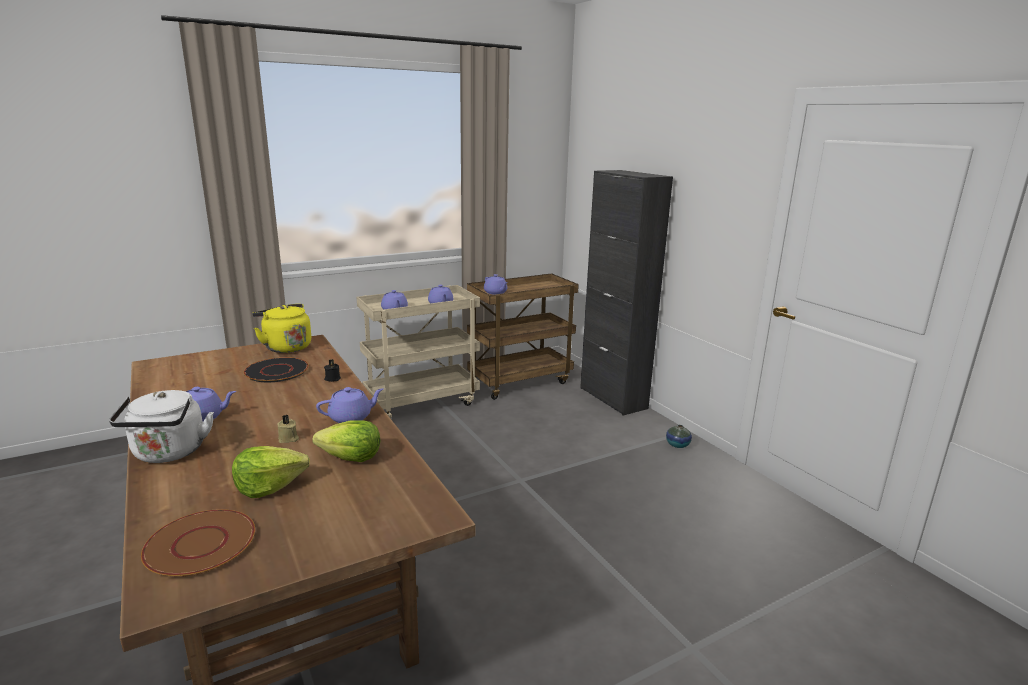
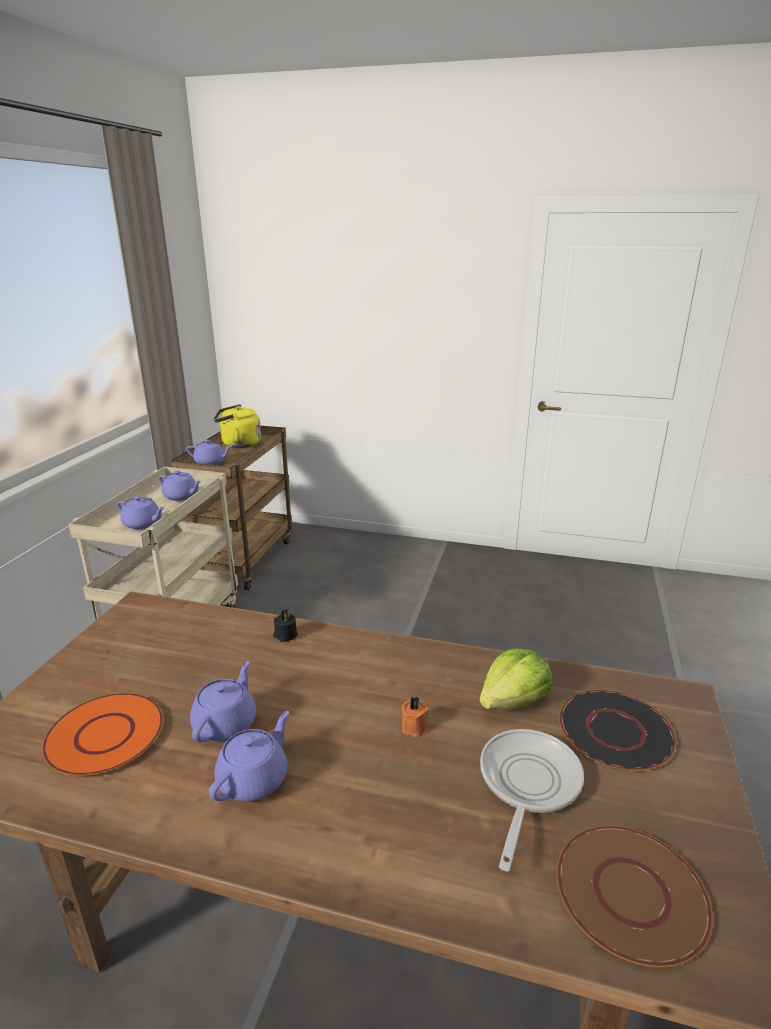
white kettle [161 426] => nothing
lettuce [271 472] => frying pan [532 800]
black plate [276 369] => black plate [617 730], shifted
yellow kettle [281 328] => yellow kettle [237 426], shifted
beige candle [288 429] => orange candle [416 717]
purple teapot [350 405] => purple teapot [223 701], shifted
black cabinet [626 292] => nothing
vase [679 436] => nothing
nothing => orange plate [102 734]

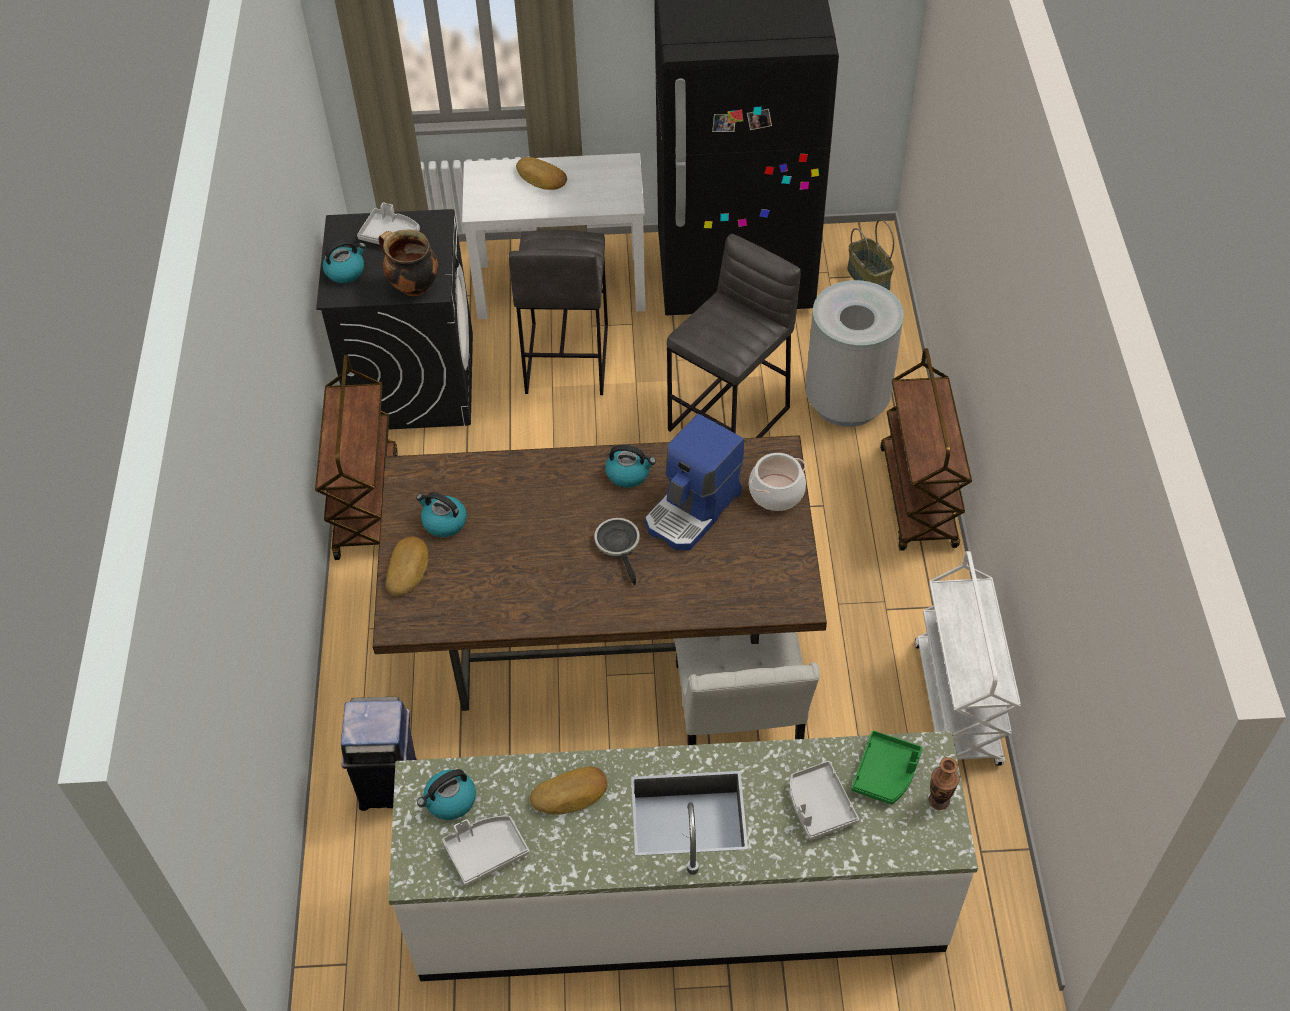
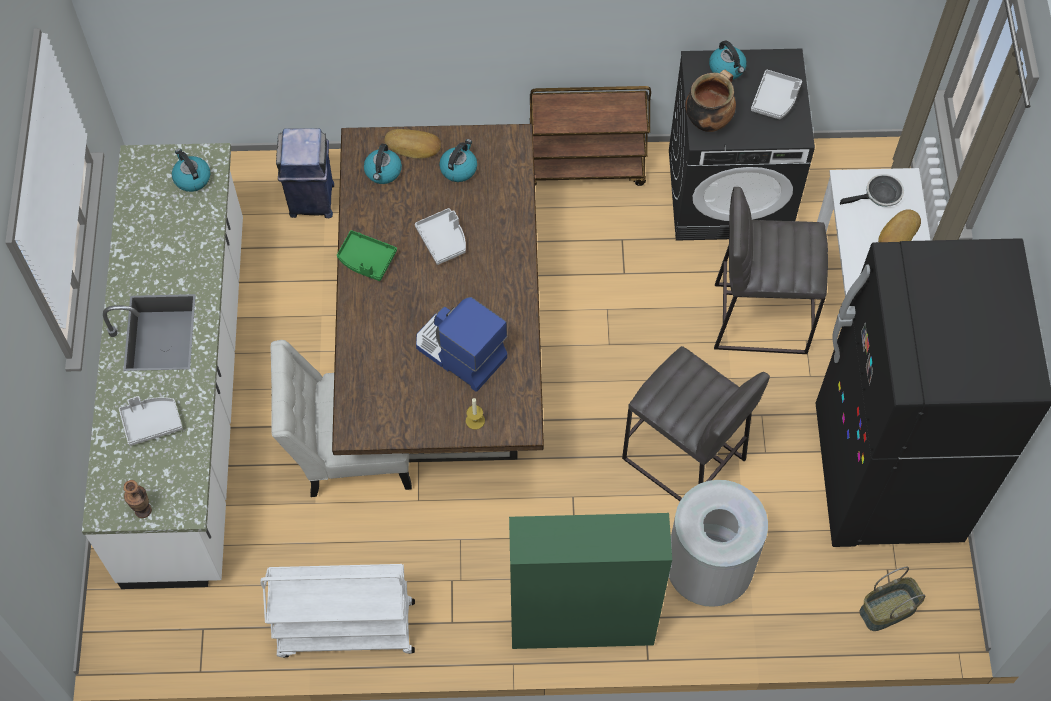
grey tray [485 851] => grey tray [440 236], shifted
bread [568 790] => nothing
frying pan [617 551] => frying pan [872 190], shifted
kettle [630 466] => kettle [383 164], shifted
cooking pot [777 482] => candle [475 414]
green tray [886 768] => green tray [367 255], shifted
brown cart [926 449] => green cabinet [590 581]

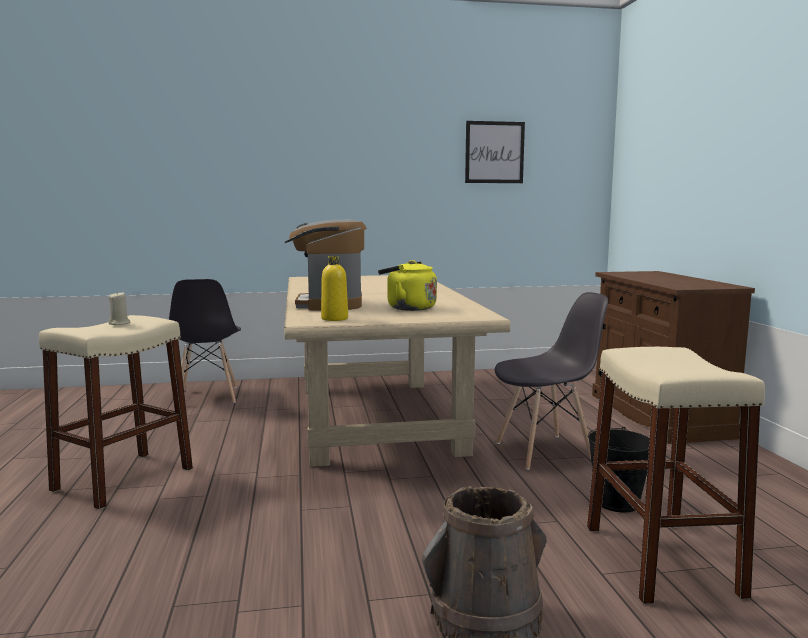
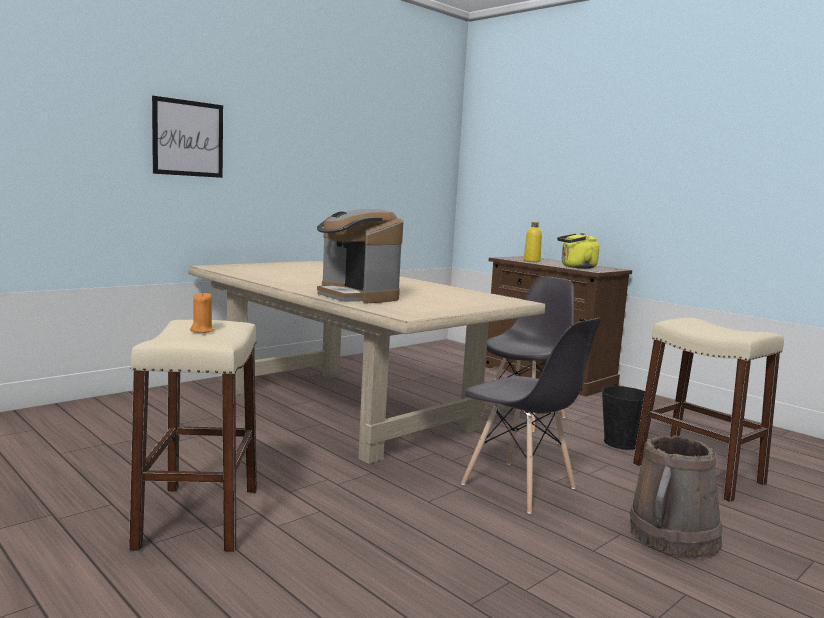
beige candle [119 308] => orange candle [202 312]
grey chair [205 341] => grey chair [531 416], shifted
yellow bottle [334 288] => yellow bottle [533 242], shifted
yellow kettle [407 285] => yellow kettle [578 251], shifted
picture [495 152] => picture [187 137], shifted

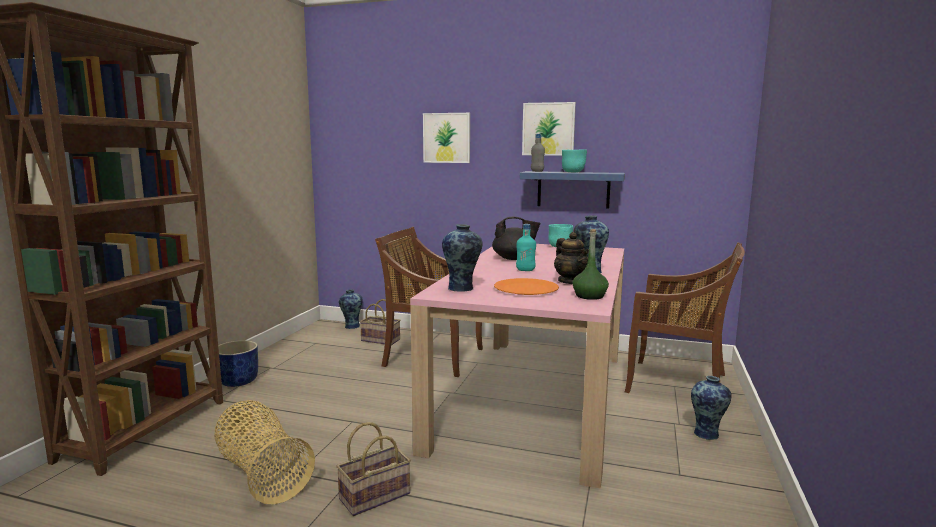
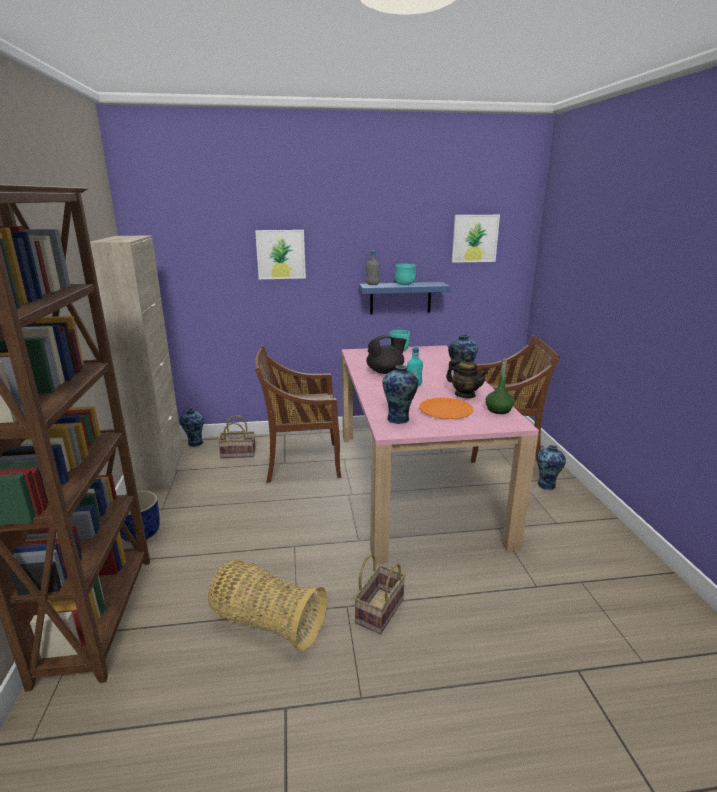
picture [549 129] => picture [476 239], shifted
nothing => beige cabinet [136 363]

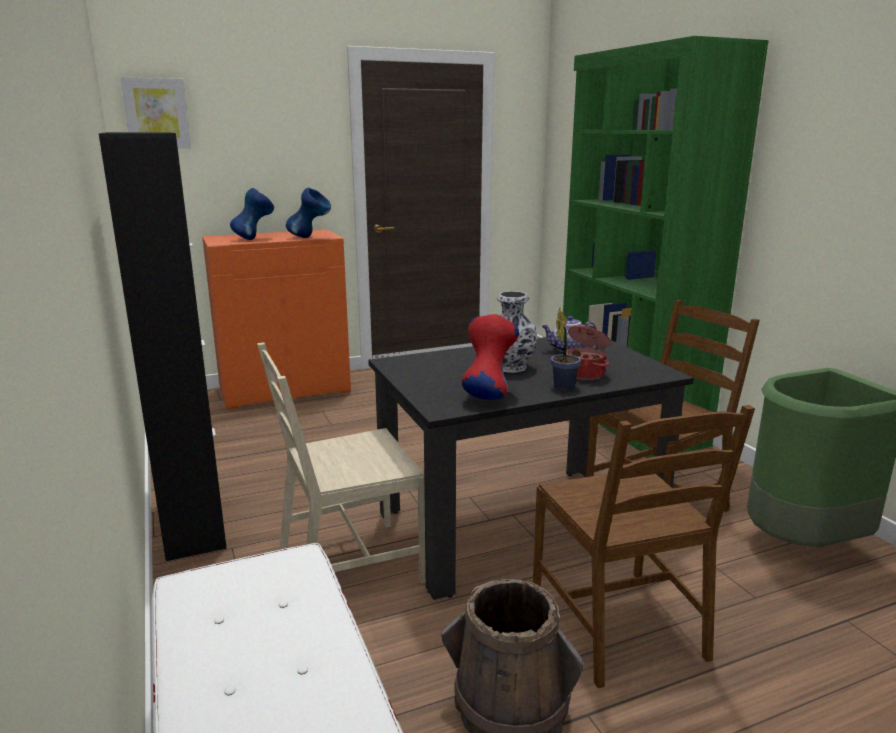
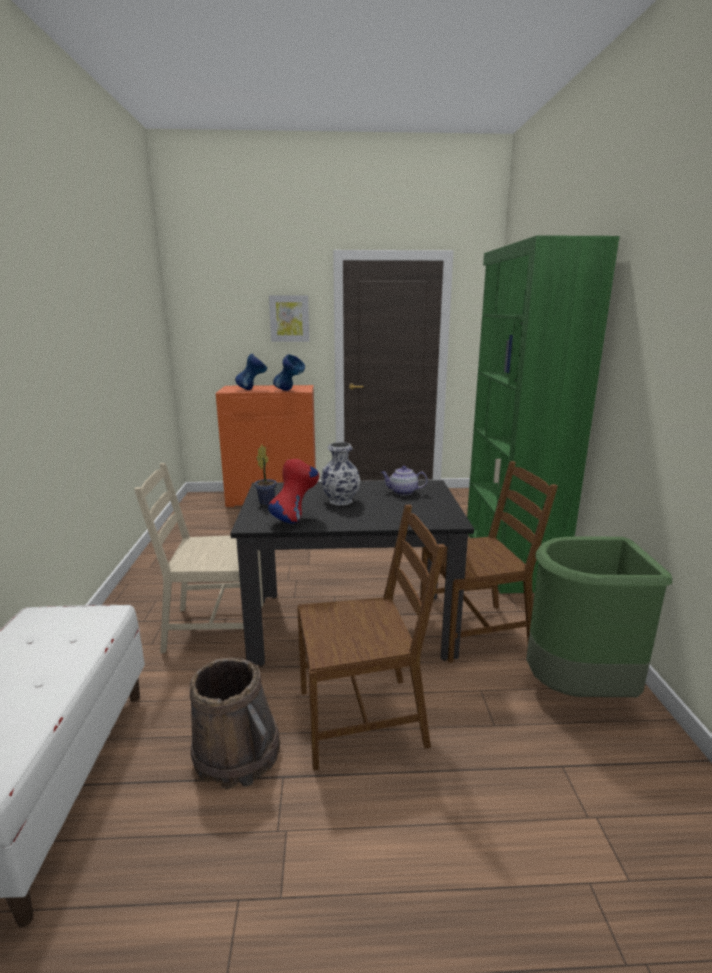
black cabinet [163 346] => nothing
picture [156 112] => picture [289 318], shifted
brown chair [644 546] => brown chair [371 637], 105 degrees counterclockwise
potted plant [566 348] => potted plant [266 475], shifted
cooking pot [588 353] => nothing

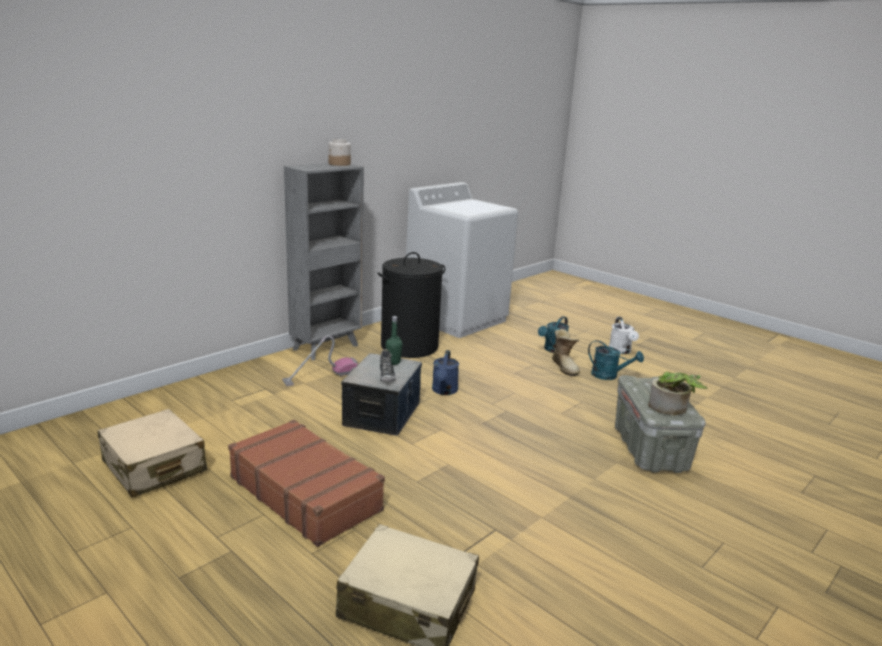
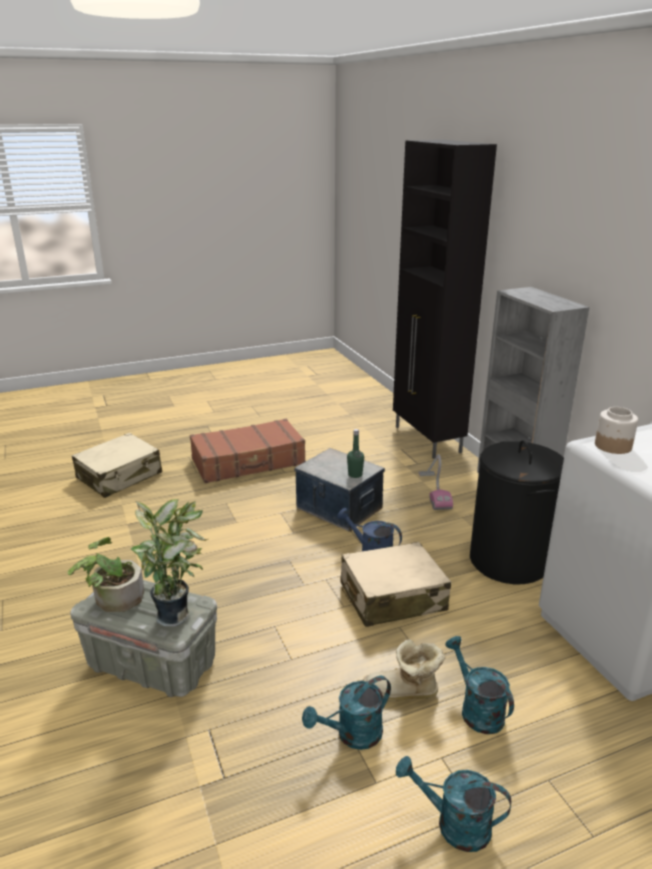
beige suitcase [152 453] => beige suitcase [395 584], shifted
jar [339 152] => jar [616 430], shifted
shoe [388 365] => nothing
white watering can [624 335] => turquoise watering can [453 804]
nothing => potted plant [169 562]
nothing => black cabinet [445 299]

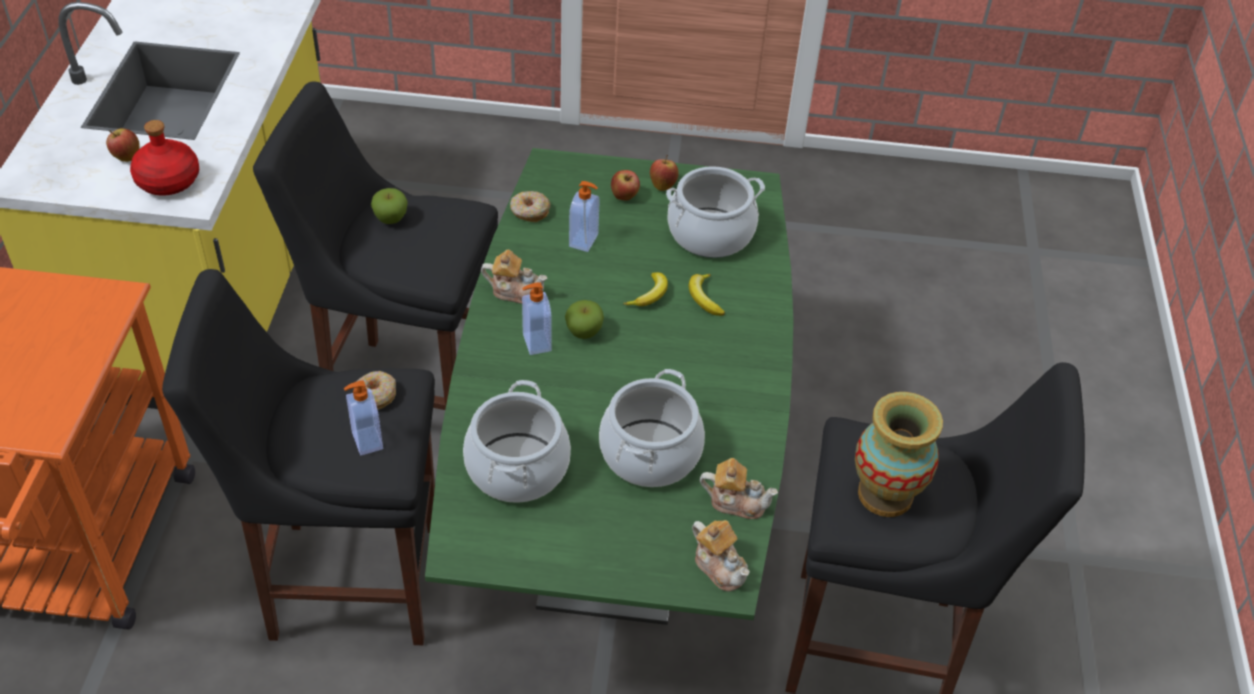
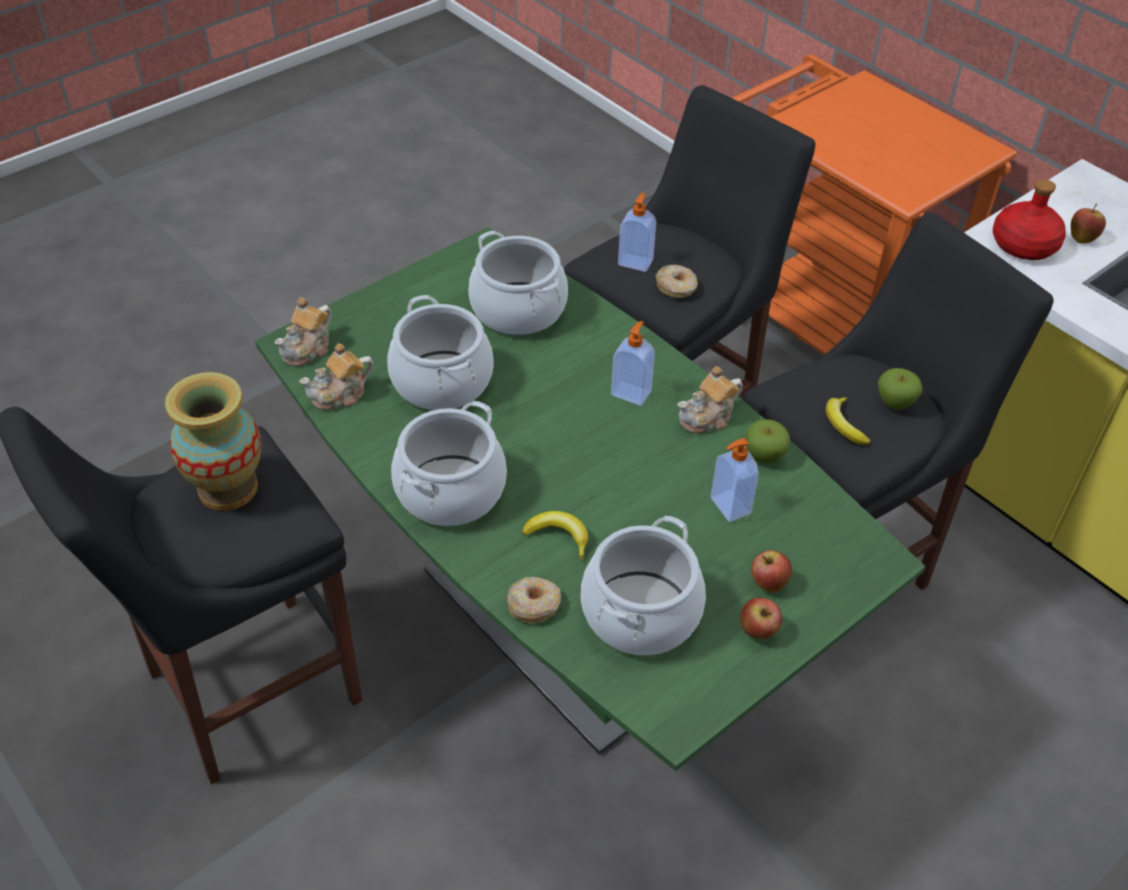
donut [530 206] => donut [533 600], shifted
apple [584 319] => apple [767 441], shifted
banana [645 289] => banana [848 421], shifted
teapot [721 556] => teapot [303 332], 60 degrees counterclockwise
nothing => cooking pot [449 463]

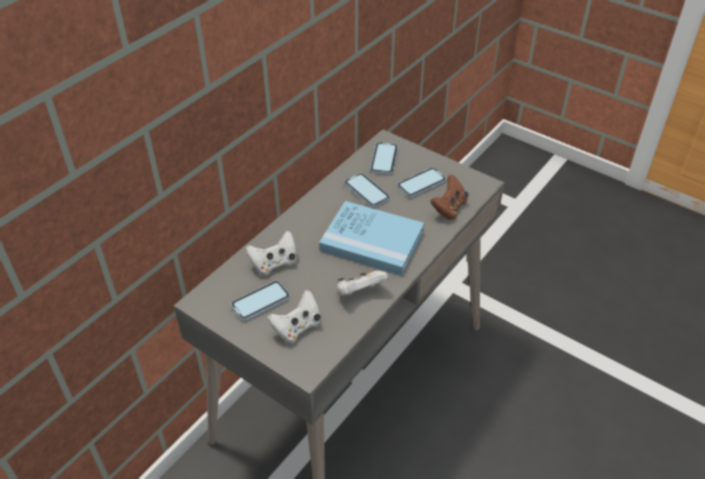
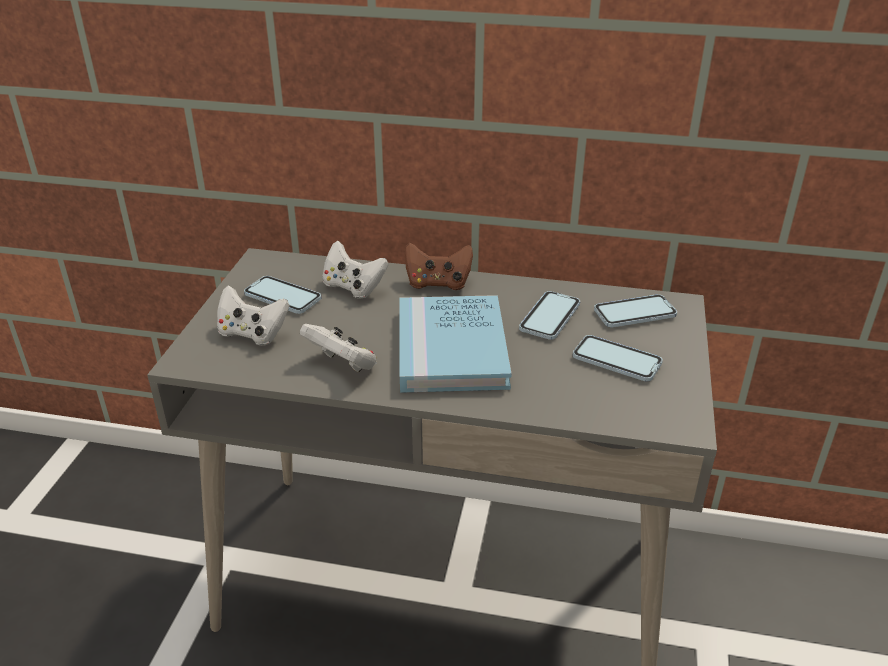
brown game controller [449 197] => brown game controller [439 266], shifted

